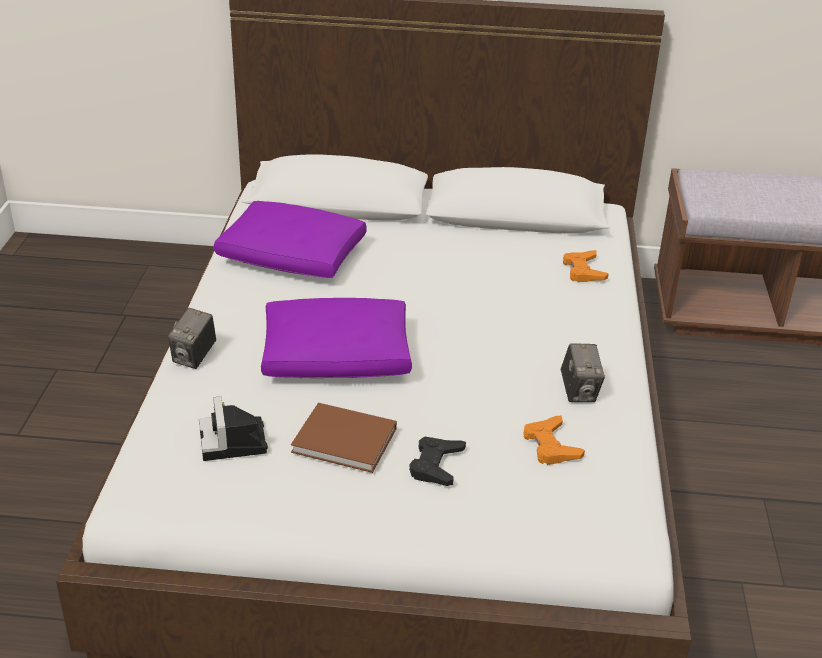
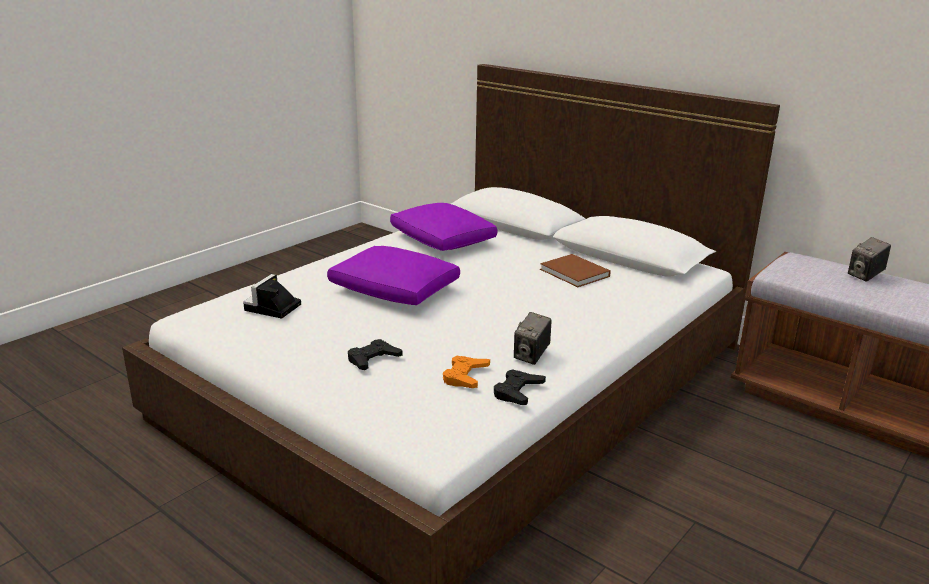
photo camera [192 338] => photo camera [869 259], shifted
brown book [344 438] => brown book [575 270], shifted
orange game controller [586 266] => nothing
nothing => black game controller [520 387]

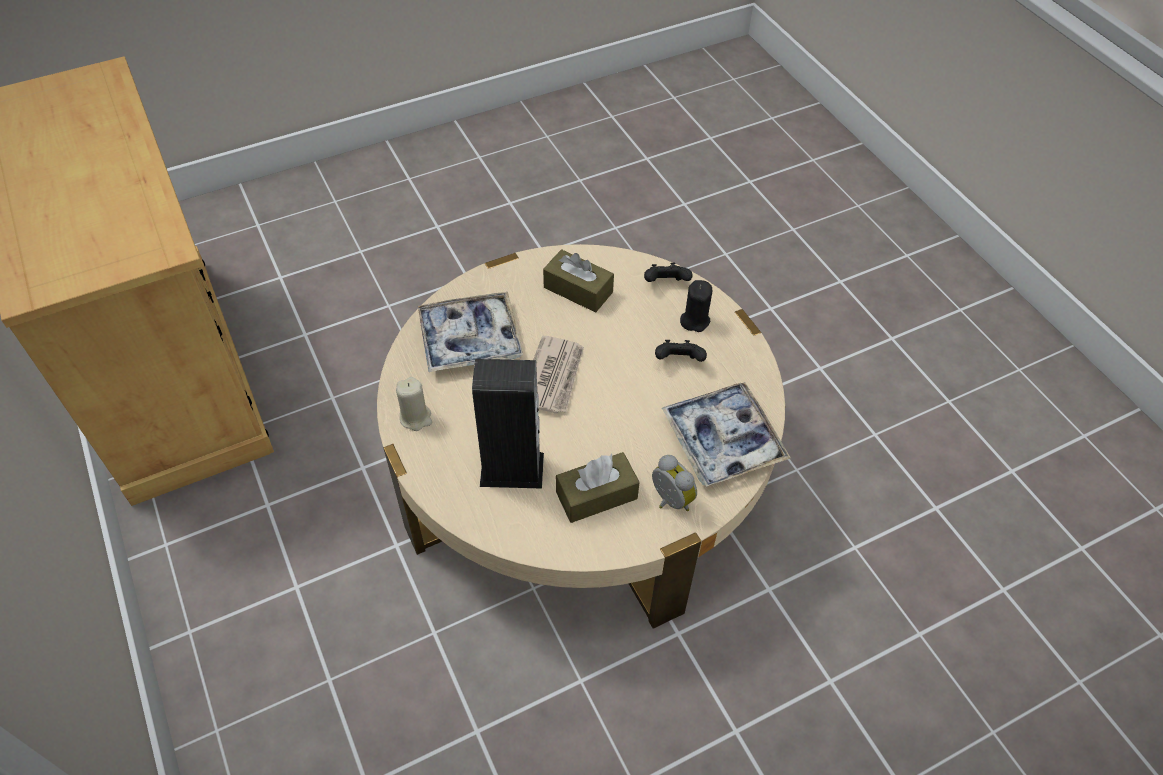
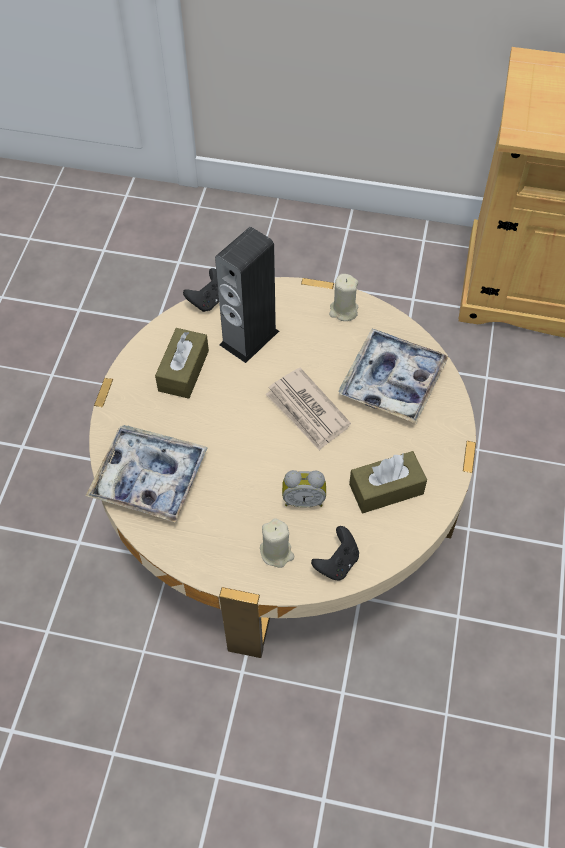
alarm clock [674 483] => alarm clock [304 489], shifted
black game controller [681 351] => black game controller [201 290], shifted
black candle [696 306] => beige candle [277 543]

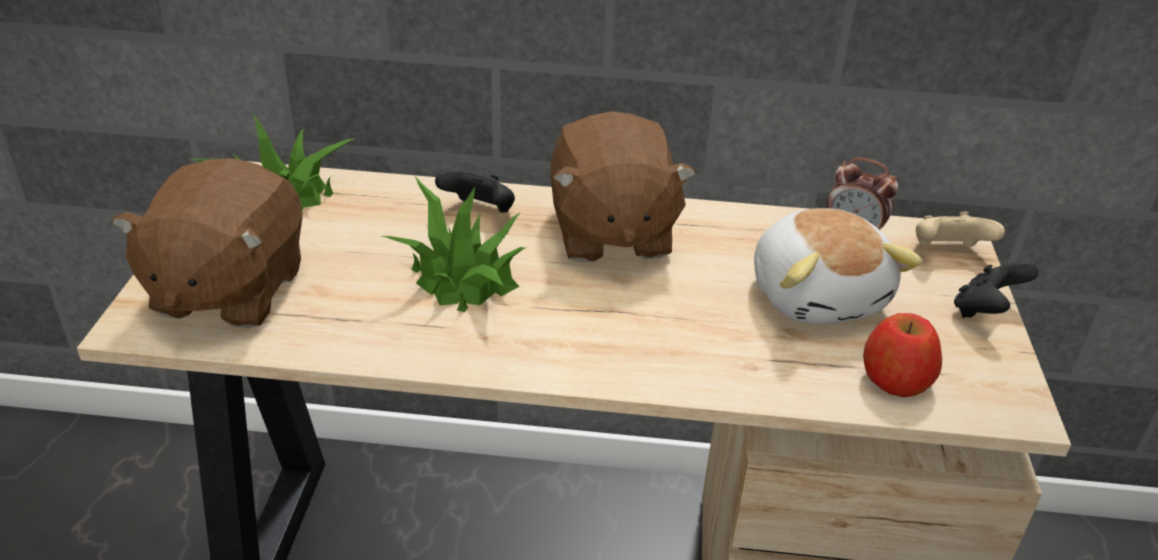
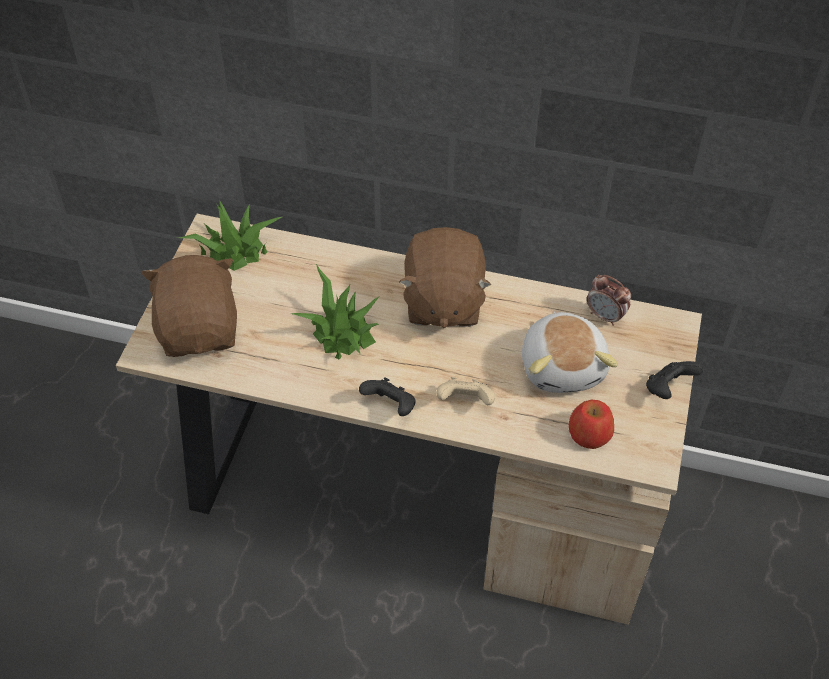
brown plush toy [207 243] => brown plush toy [189 306], 150 degrees clockwise
black game controller [475 192] => black game controller [387 396], shifted
beige game controller [960 229] => beige game controller [465 391], shifted

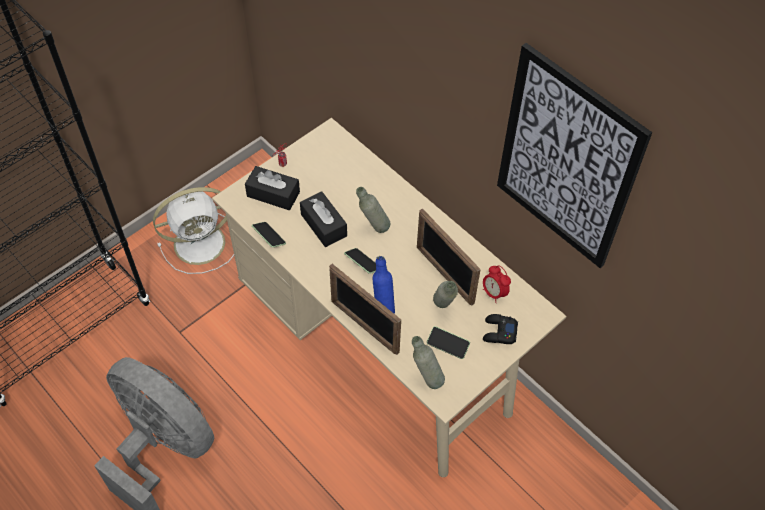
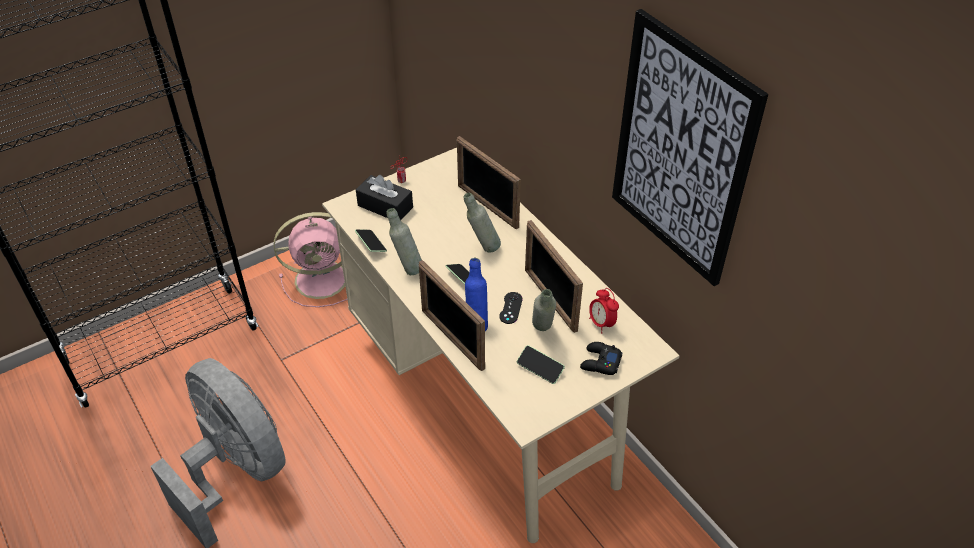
white fan [193 230] => pink fan [310 259]
black tissue box [323 219] => nothing
grey bottle [428 362] => grey bottle [404 241], shifted
nothing => picture frame [489 182]
nothing => black game controller [511 308]

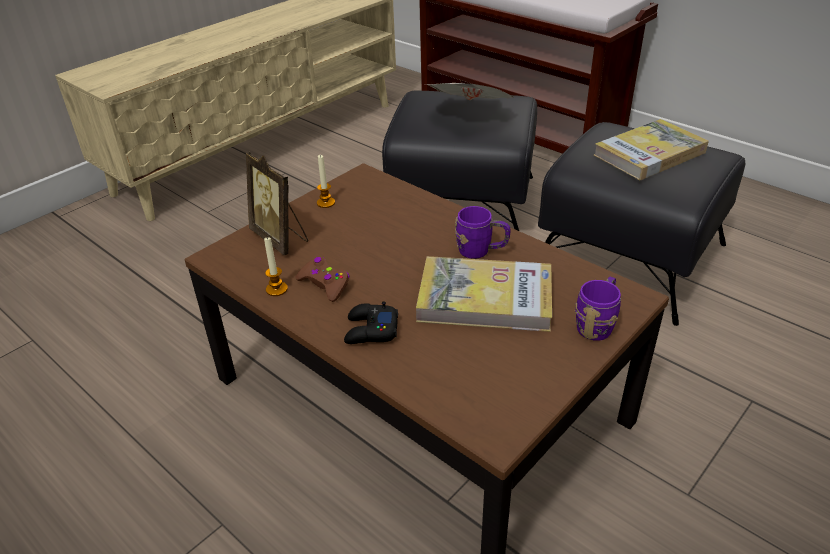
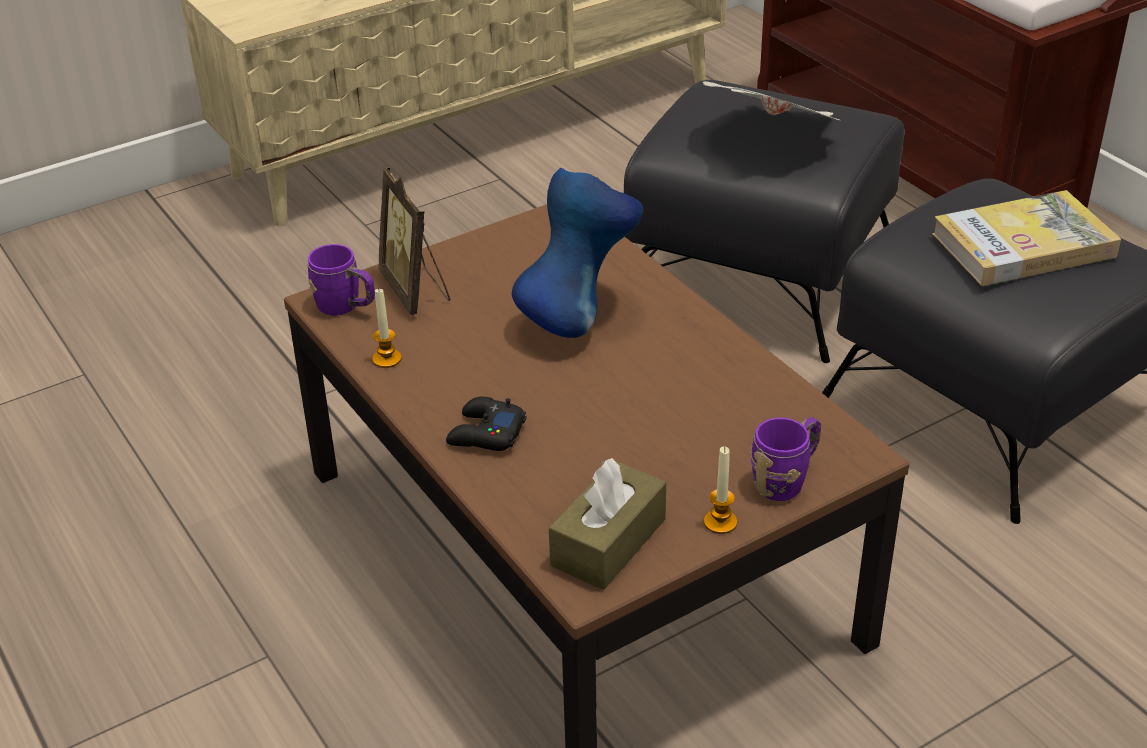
brown game controller [323 279] => nothing
candle [326 181] => candle [721 490], shifted
book [484 294] => nothing
purple mug [482 232] => purple mug [341 280], shifted
nothing => blue vase [577 253]
nothing => brown tissue box [607 524]

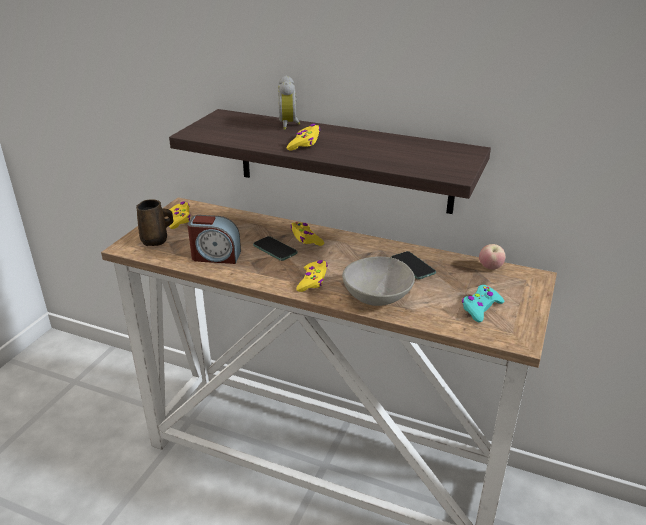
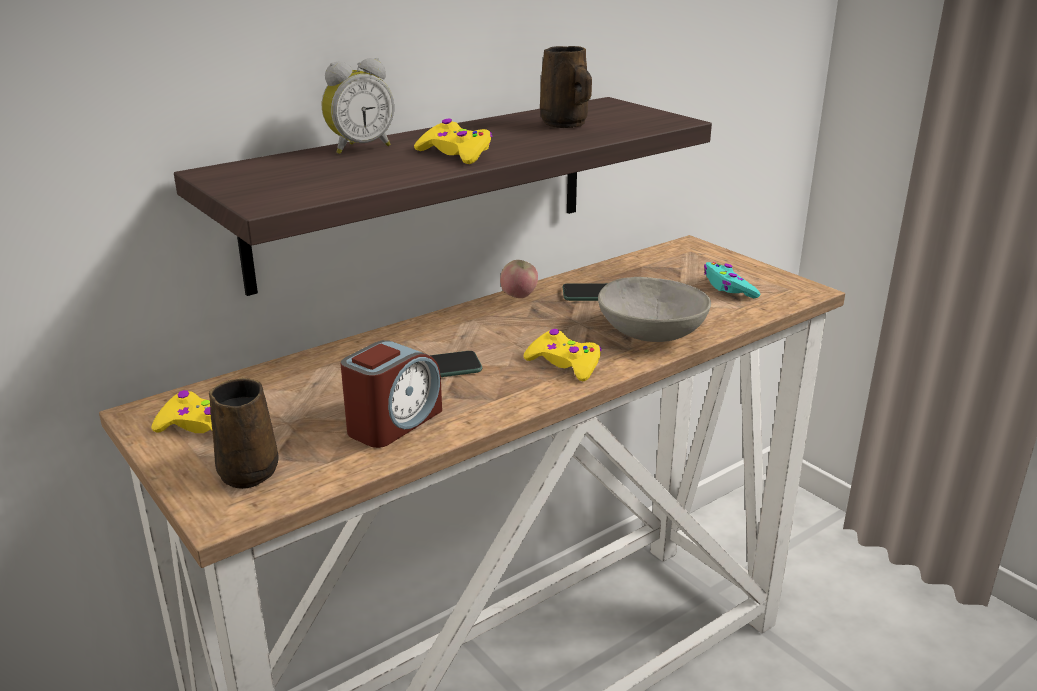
alarm clock [289 102] => alarm clock [358 106], 60 degrees counterclockwise
yellow game controller [307 234] => nothing
apple [492 257] => apple [519 279], shifted
nothing => brown mug [566 87]

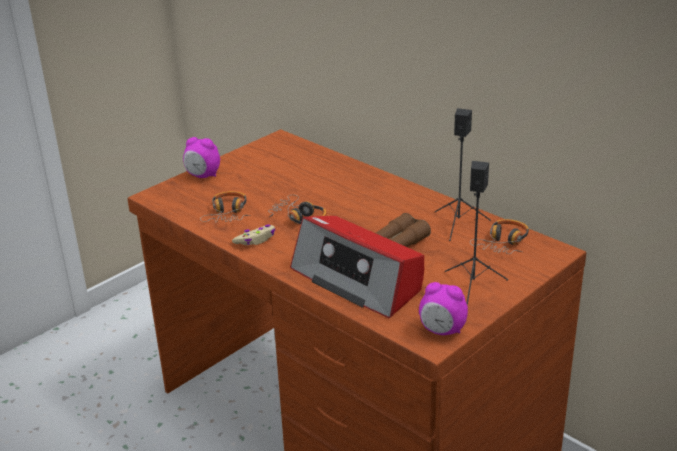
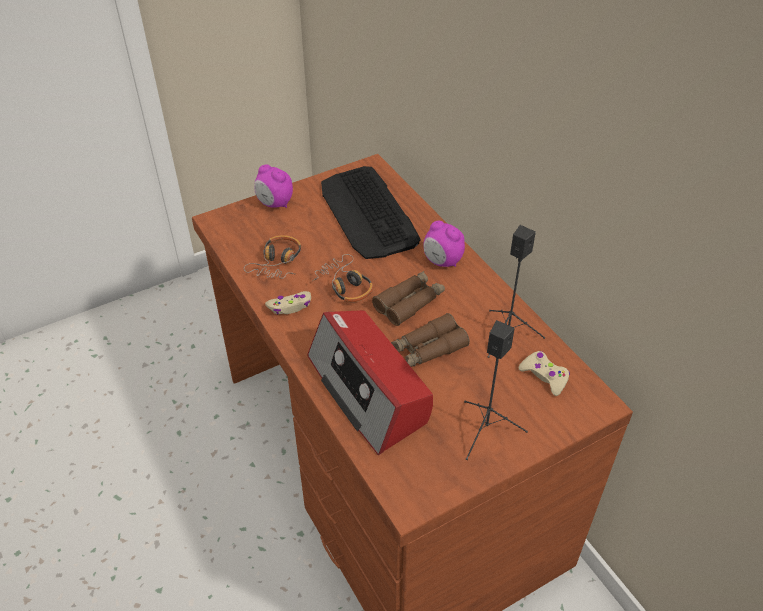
alarm clock [443 308] => alarm clock [444 244], shifted
headphones [499 236] => beige game controller [544 373]
nothing => keyboard [371 212]
nothing => brown binoculars [408 298]

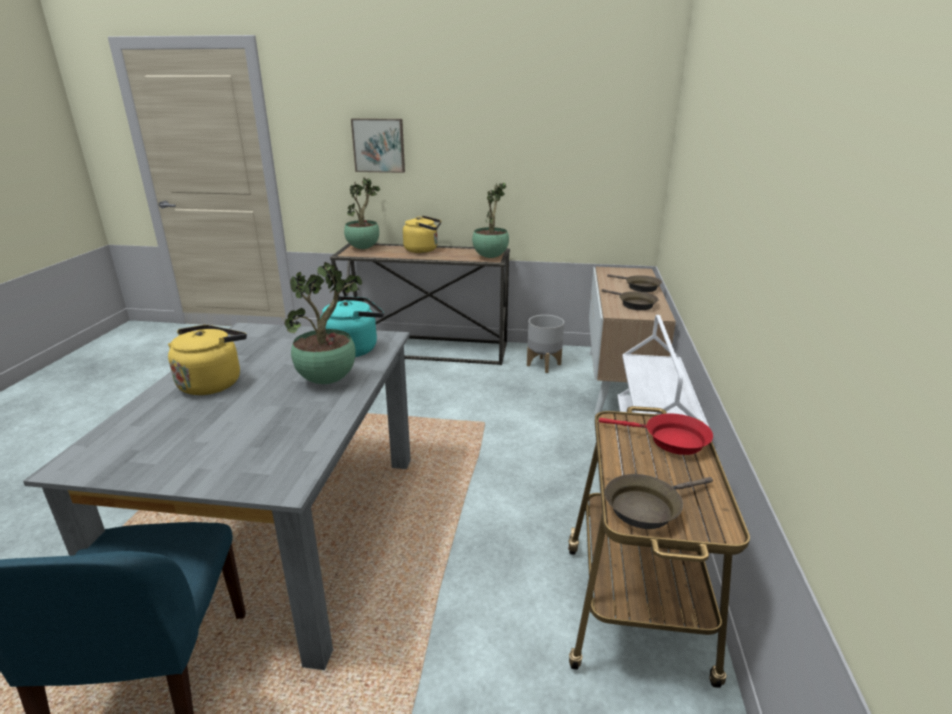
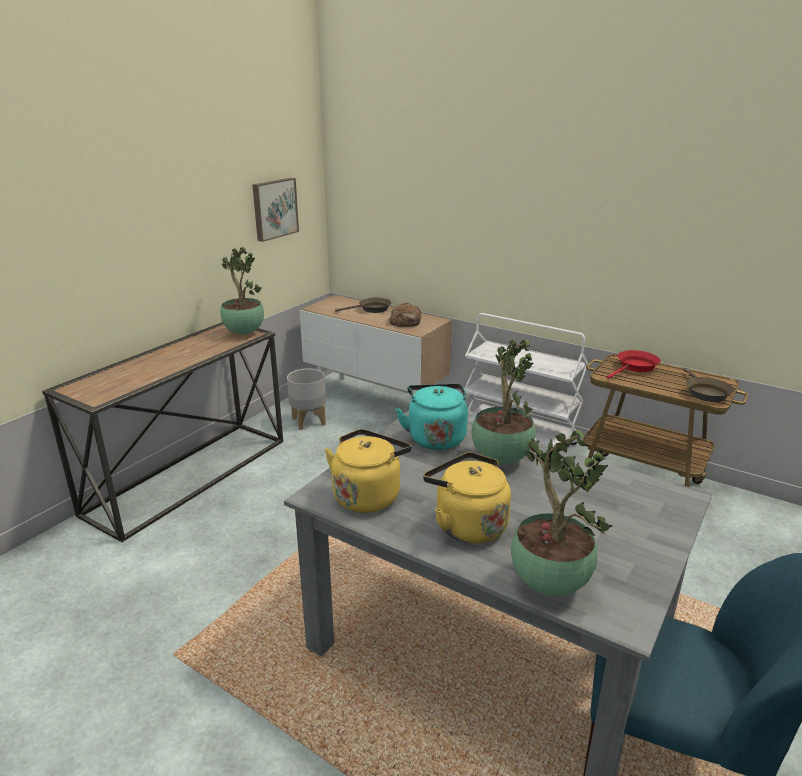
potted plant [362 213] => potted plant [561 513], shifted
picture [378 145] => picture [275 210], shifted
yellow kettle [422 234] => yellow kettle [368 471], shifted
brown frying pan [629 299] => bread [405 315]

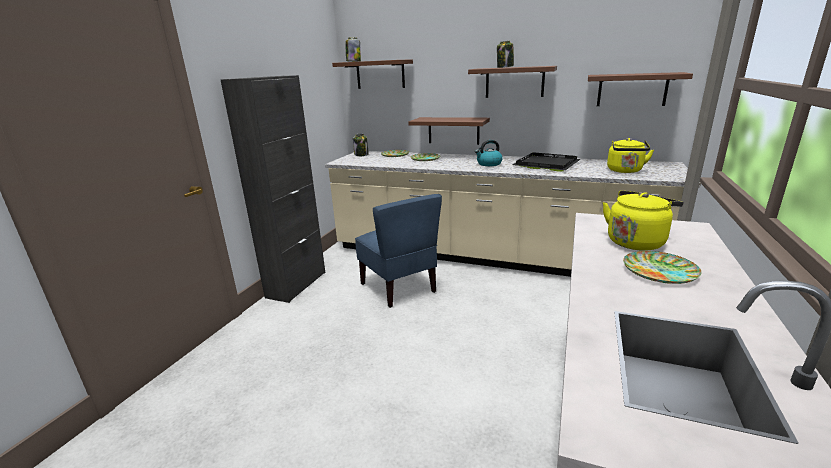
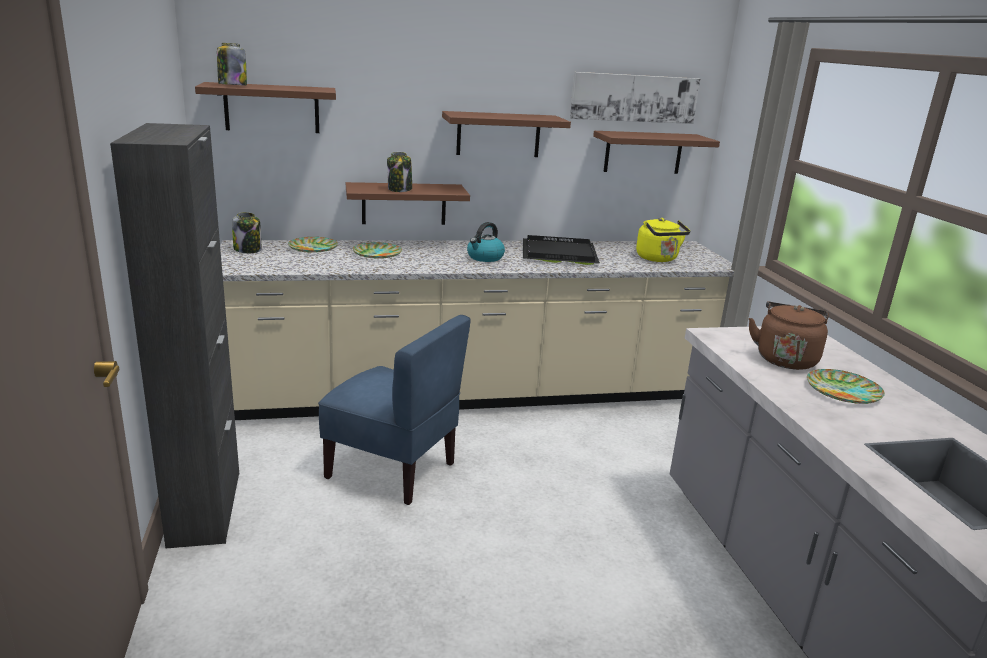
jar [505 54] => jar [399 172], shifted
yellow kettle [643 221] => brown kettle [789 335]
nothing => picture [635 98]

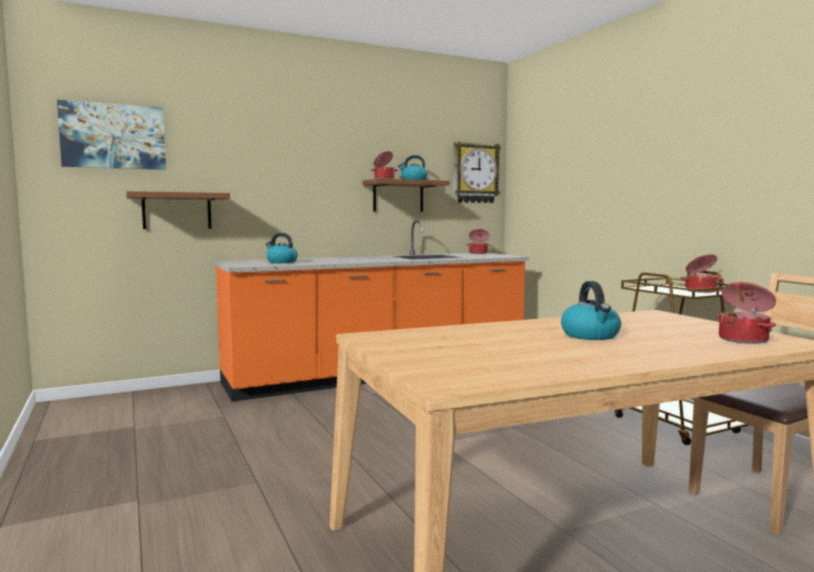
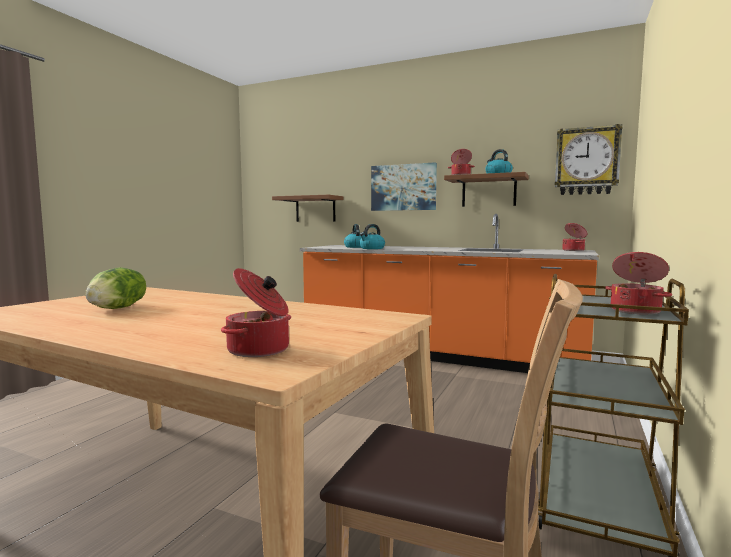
picture [111 135] => picture [404 186], shifted
kettle [591 310] => kettle [372 236], shifted
nothing => lettuce [115 288]

